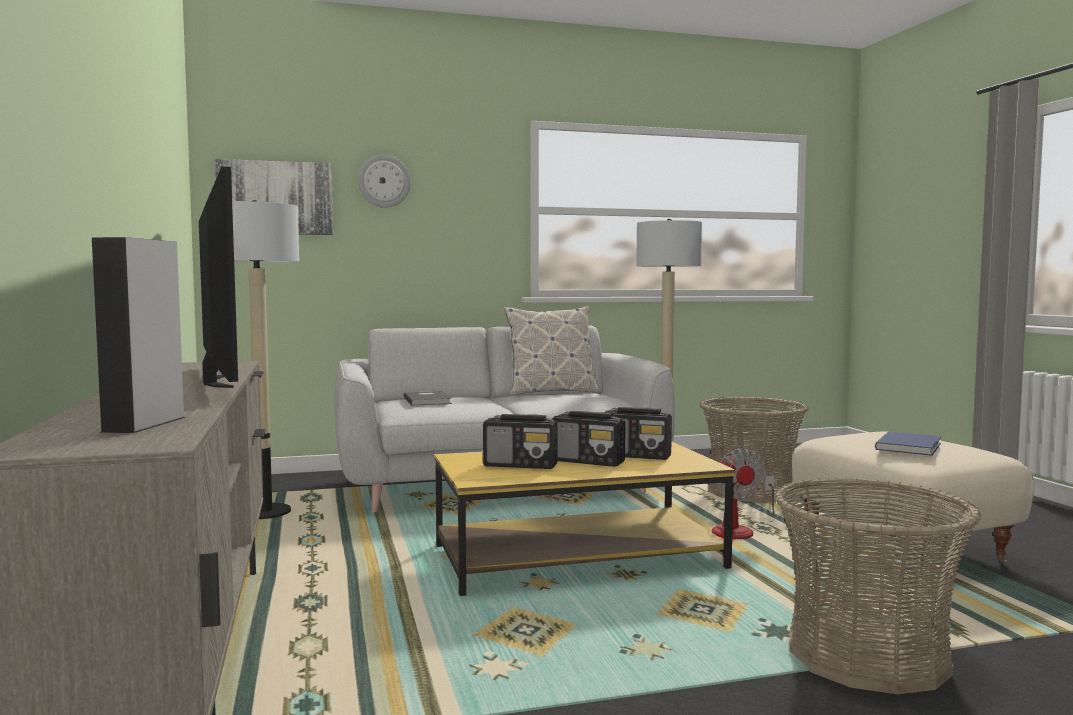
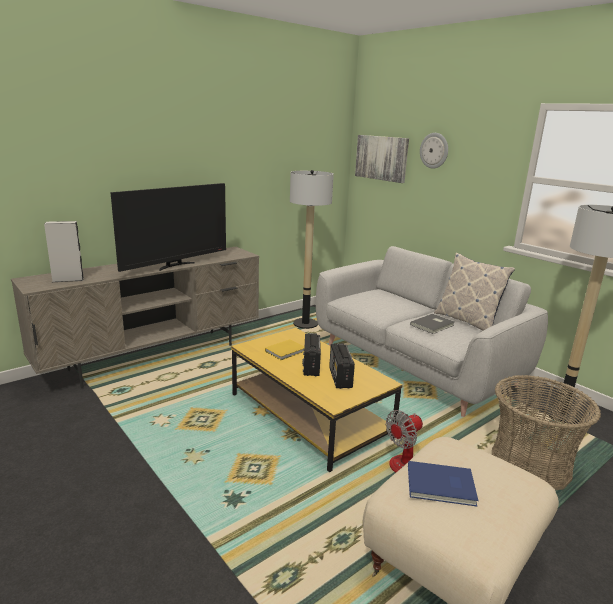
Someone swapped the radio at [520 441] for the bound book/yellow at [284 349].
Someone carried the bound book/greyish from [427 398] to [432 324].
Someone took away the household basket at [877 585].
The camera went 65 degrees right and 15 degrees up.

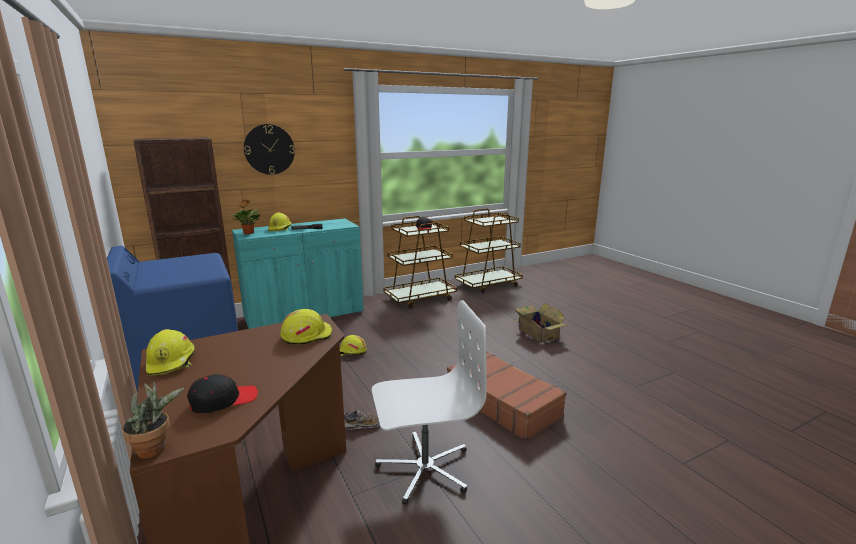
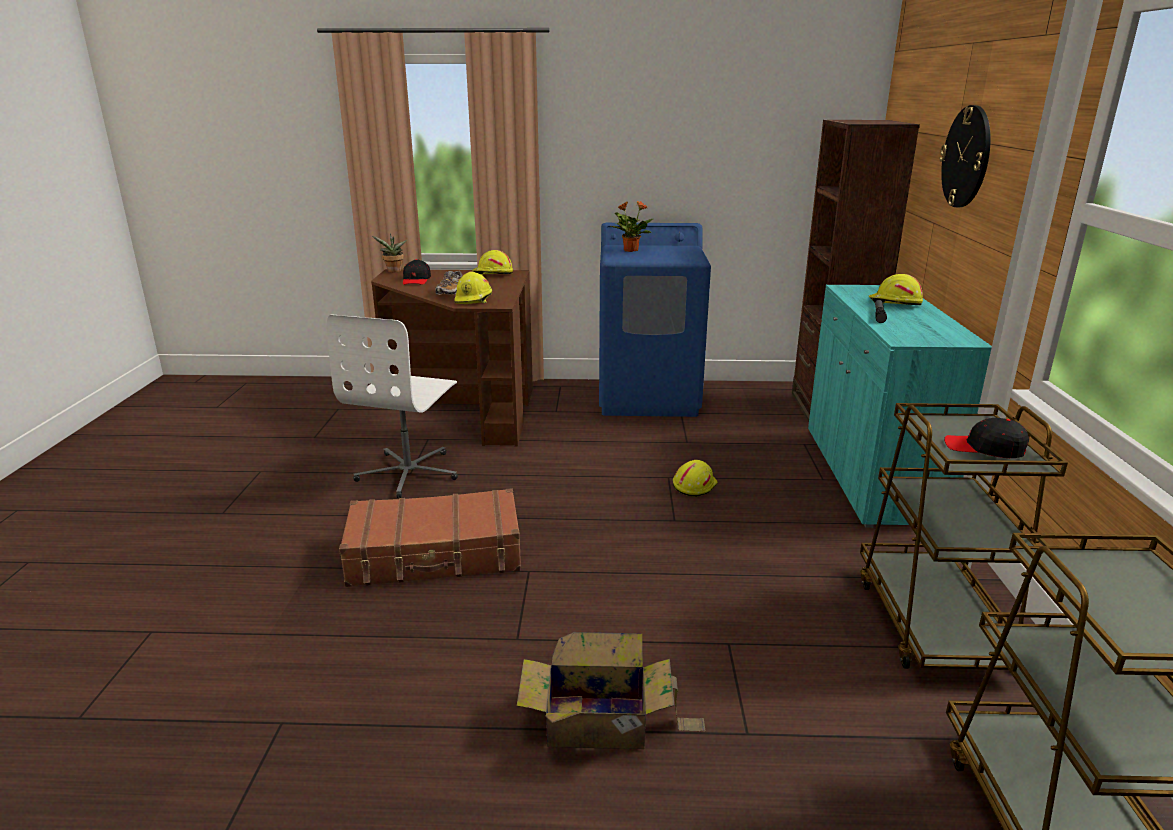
Someone carried the item of footwear from [361 420] to [449 283].
Someone carried the plant in a pot from [246 217] to [632 226].
The camera went 120 degrees right and 5 degrees up.

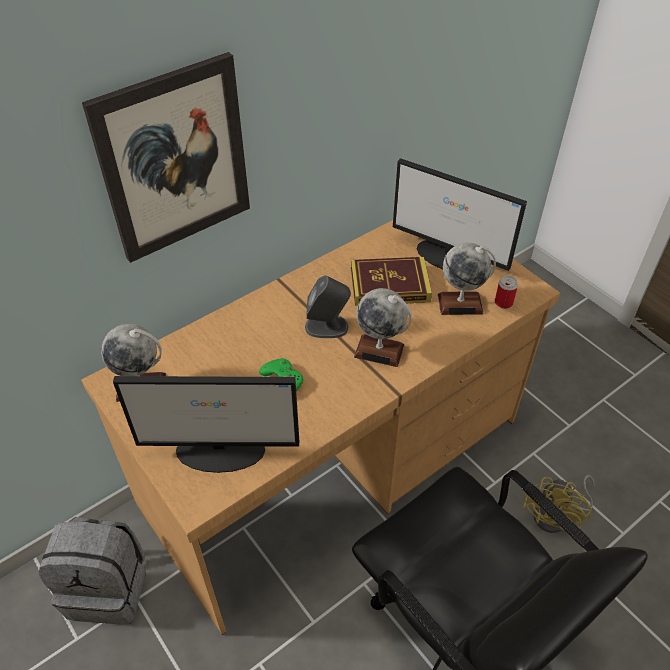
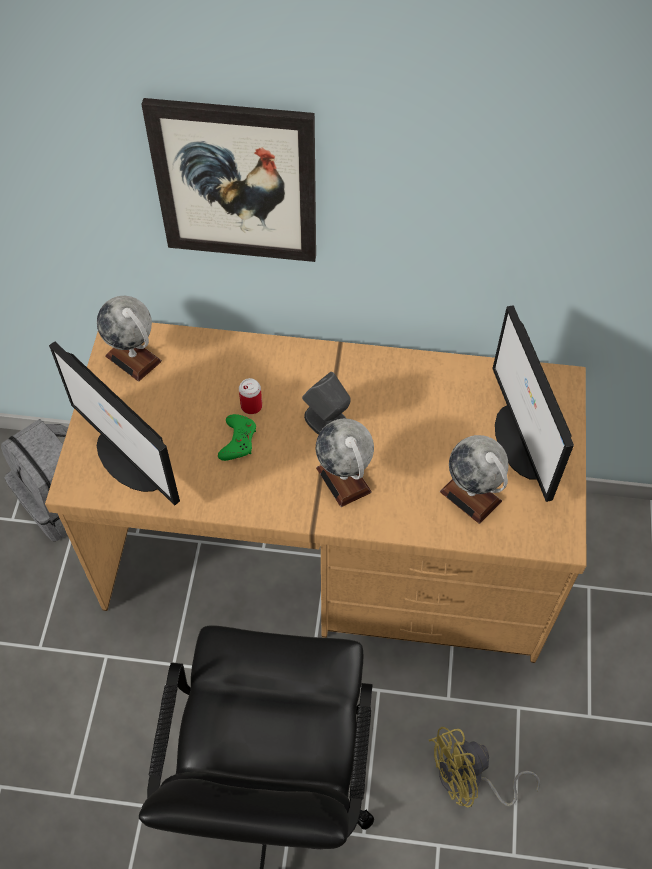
Someone carried the metal can from [506 292] to [250 396].
Someone took away the bound book at [391 281].
The camera went 45 degrees right and 10 degrees up.

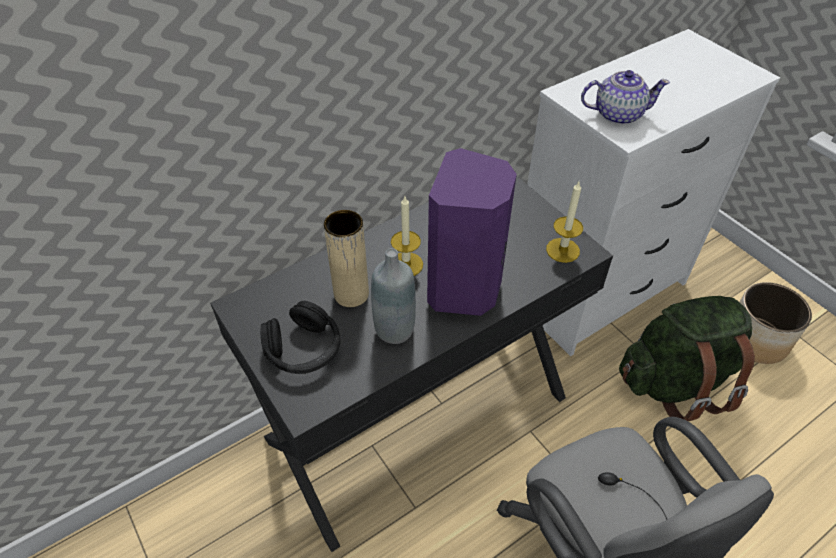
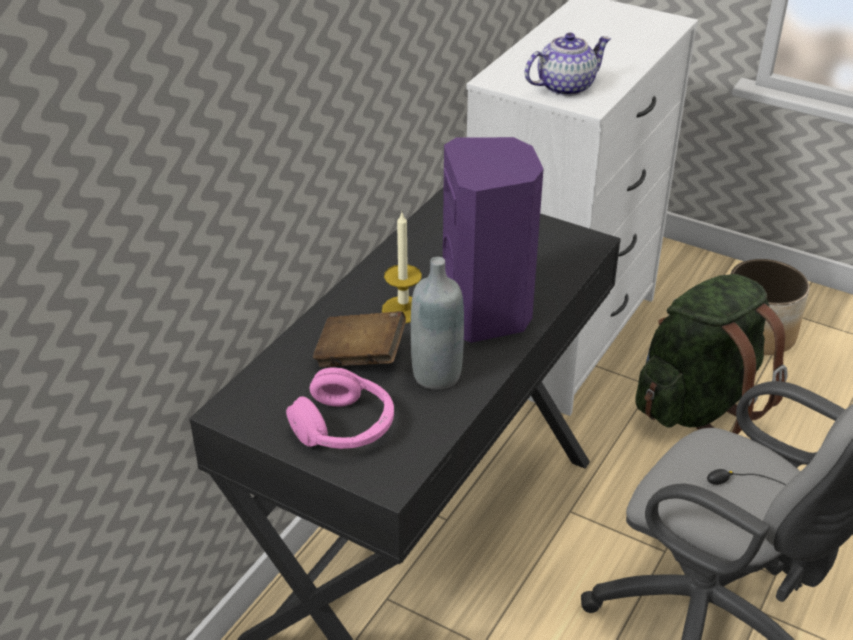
Someone repainted the headset/black at [300 337], which became the headset/pink-coloured at [340 408].
Someone swapped the flower vase/beige-coloured at [346 258] for the bound book/brown at [359 339].
Someone took away the wax candle at [564 222].
The camera went 25 degrees left and 10 degrees down.

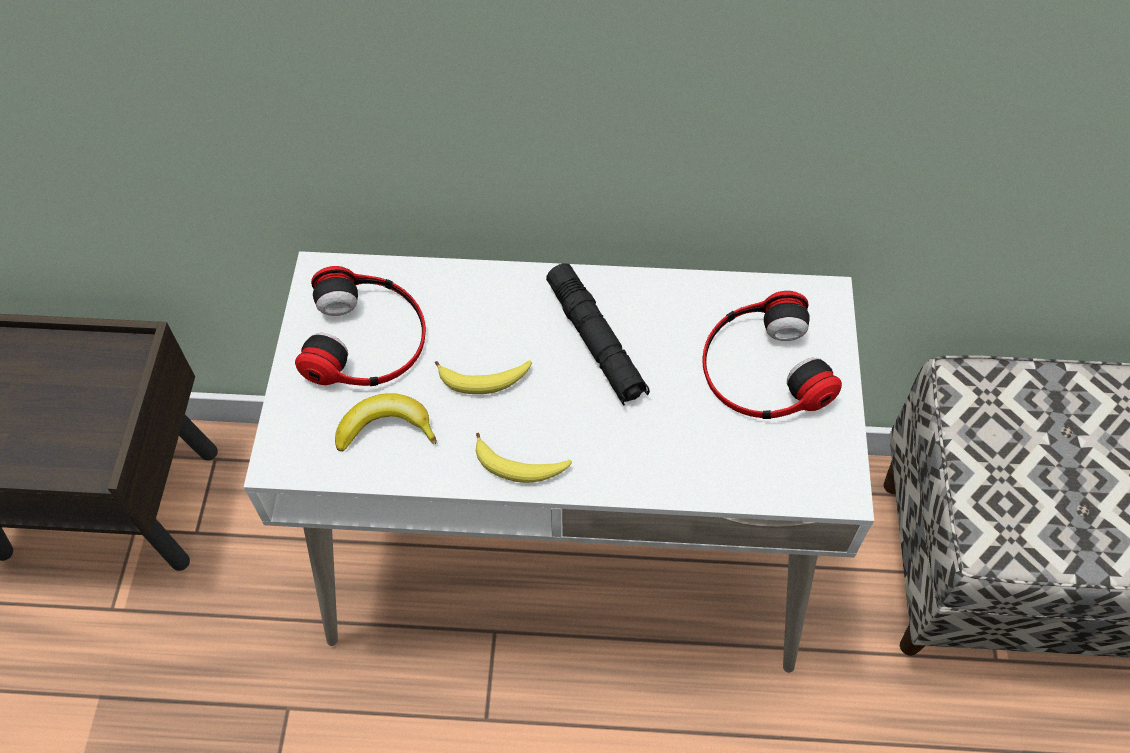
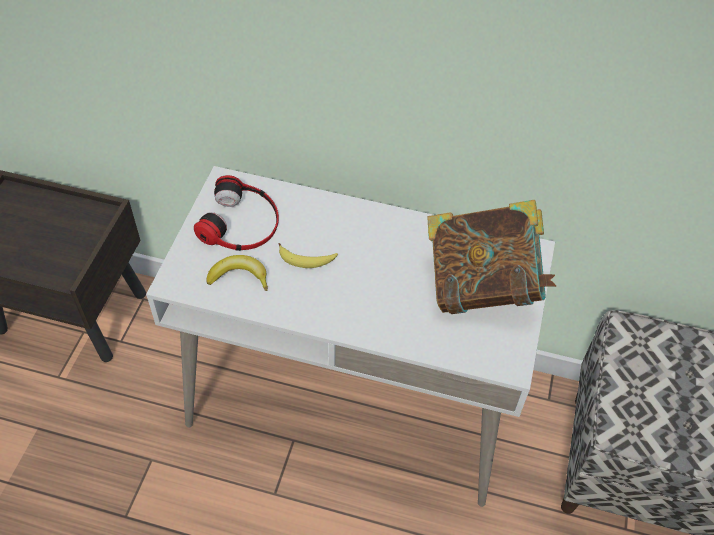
Someone swapped the headset at [772 355] for the bound book at [491 257].
Someone took away the banana fruit at [524 458].
Someone took away the flashlight/black at [598 334].
The camera went 10 degrees right and 5 degrees down.

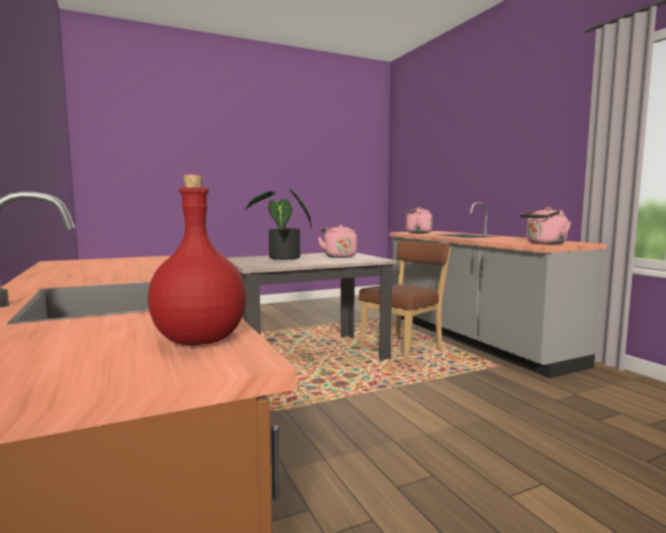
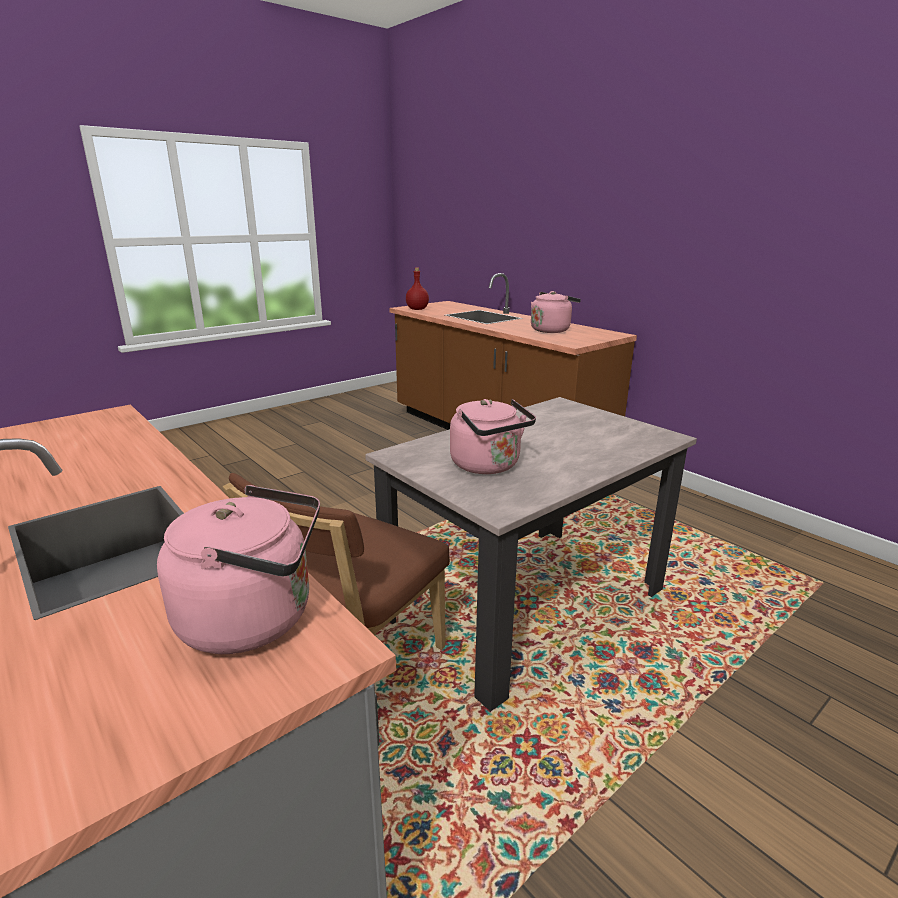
Someone carried the tea kettle/pink-coloured from [545 225] to [556 312].
Someone took away the plant in a pot at [278 224].
The camera went 165 degrees right and 15 degrees up.

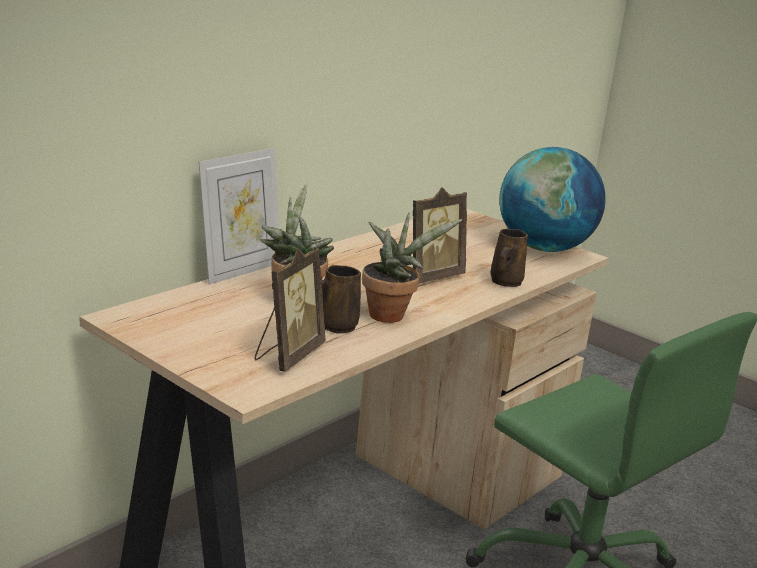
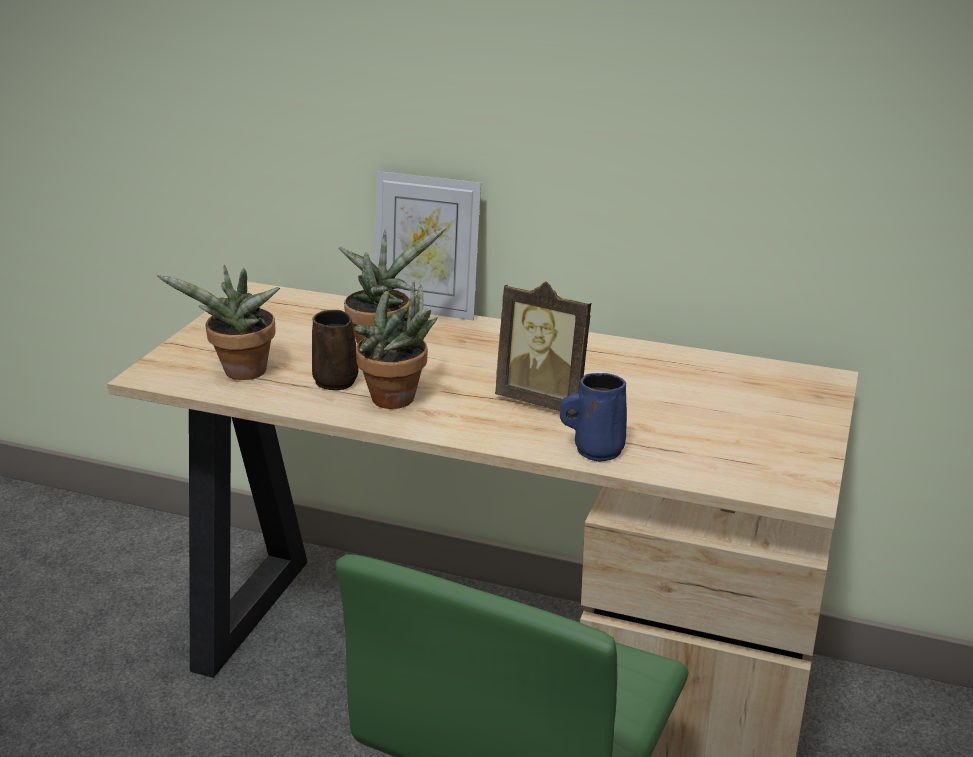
Someone swapped the standing frame at [289 309] for the plant in a pot at [218 322].
Someone repainted the coffee mug/brown at [509 258], which became the coffee mug/blue at [593 417].
Someone took away the desk globe at [552 199].
The camera went 70 degrees right and 5 degrees up.

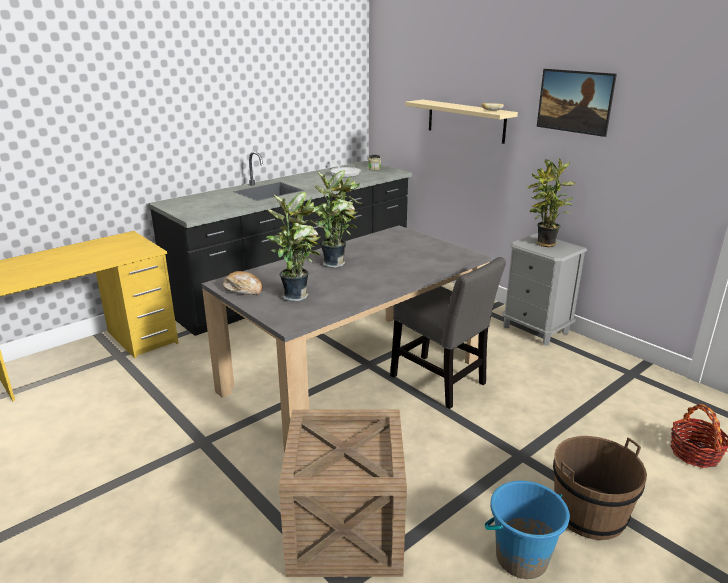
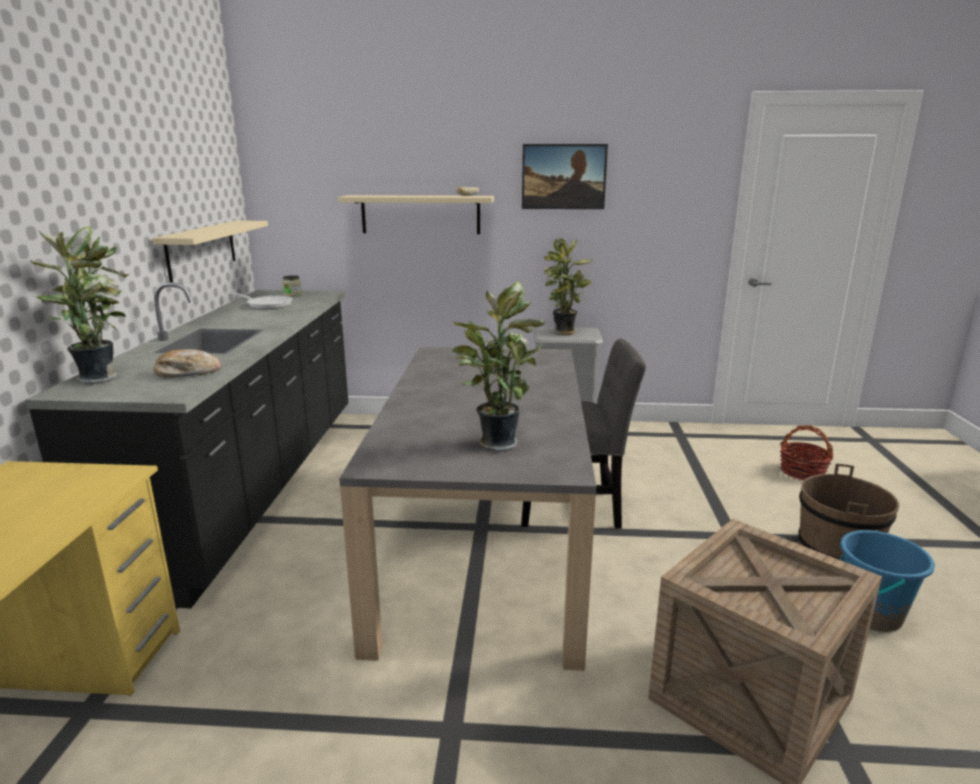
Someone carried the plant in a pot from [338 219] to [80 305].
Someone put up the shelf/beige-coloured at [210 251].
Someone carried the bakery bread from [243 283] to [187 363].
The camera went 45 degrees left and 5 degrees down.

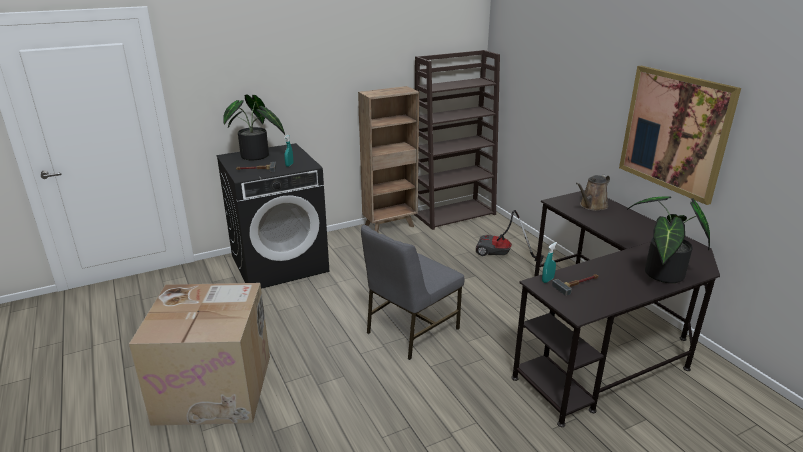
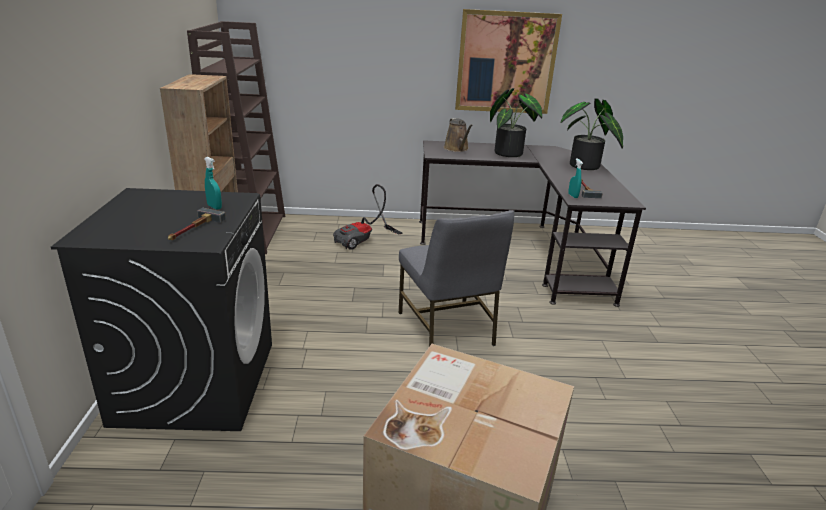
Someone carried the plant in a pot from [254 127] to [516 122].
The camera went 65 degrees left and 0 degrees up.

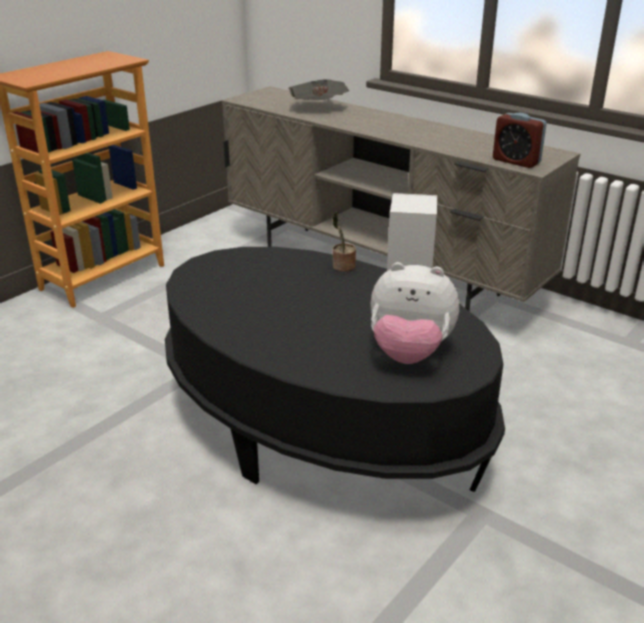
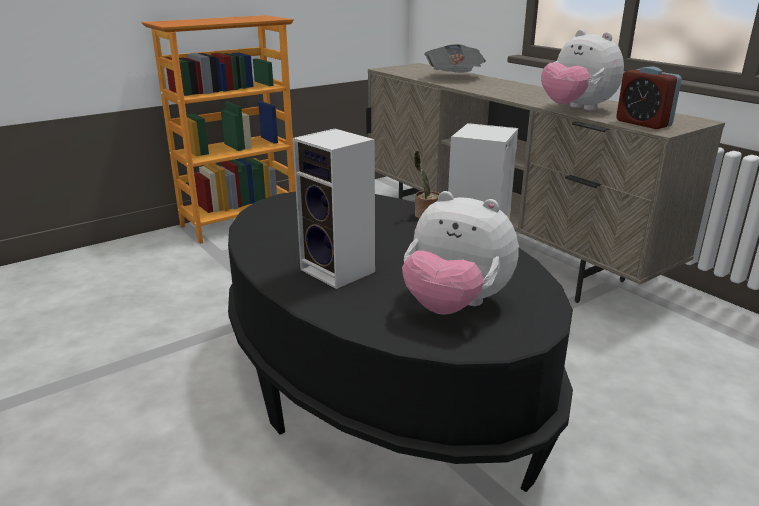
Someone put down the audio speaker at [334 208].
Someone put down the plush toy at [582 70].
The camera went 15 degrees right and 5 degrees down.

